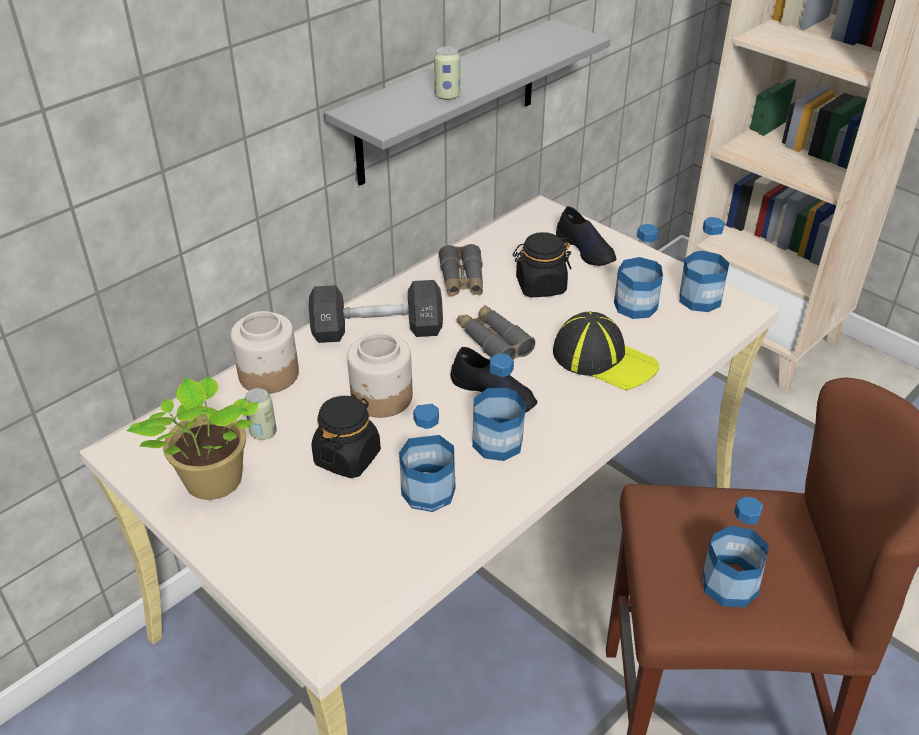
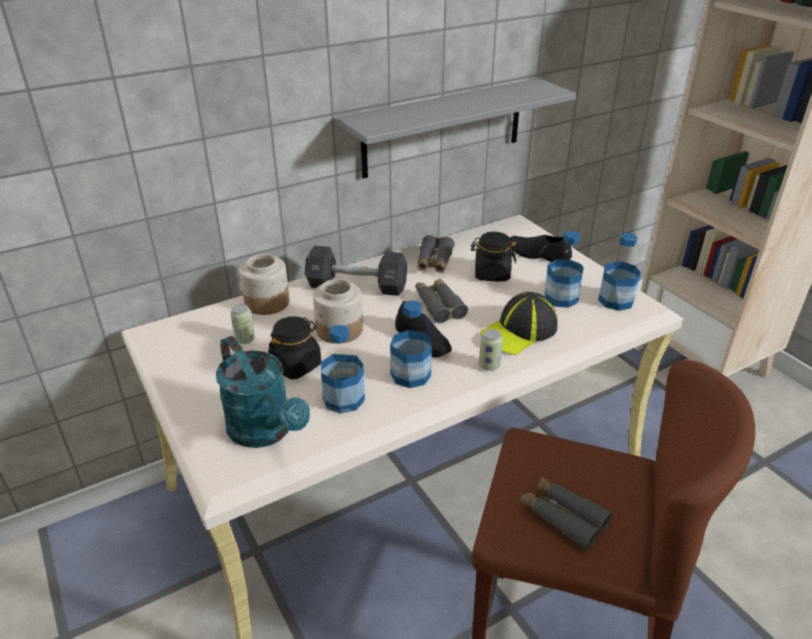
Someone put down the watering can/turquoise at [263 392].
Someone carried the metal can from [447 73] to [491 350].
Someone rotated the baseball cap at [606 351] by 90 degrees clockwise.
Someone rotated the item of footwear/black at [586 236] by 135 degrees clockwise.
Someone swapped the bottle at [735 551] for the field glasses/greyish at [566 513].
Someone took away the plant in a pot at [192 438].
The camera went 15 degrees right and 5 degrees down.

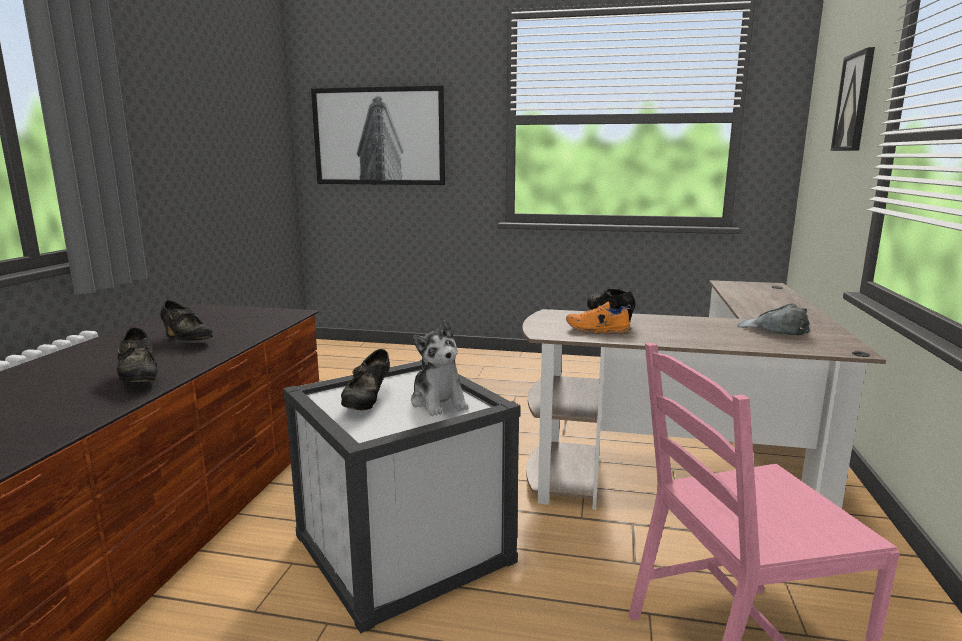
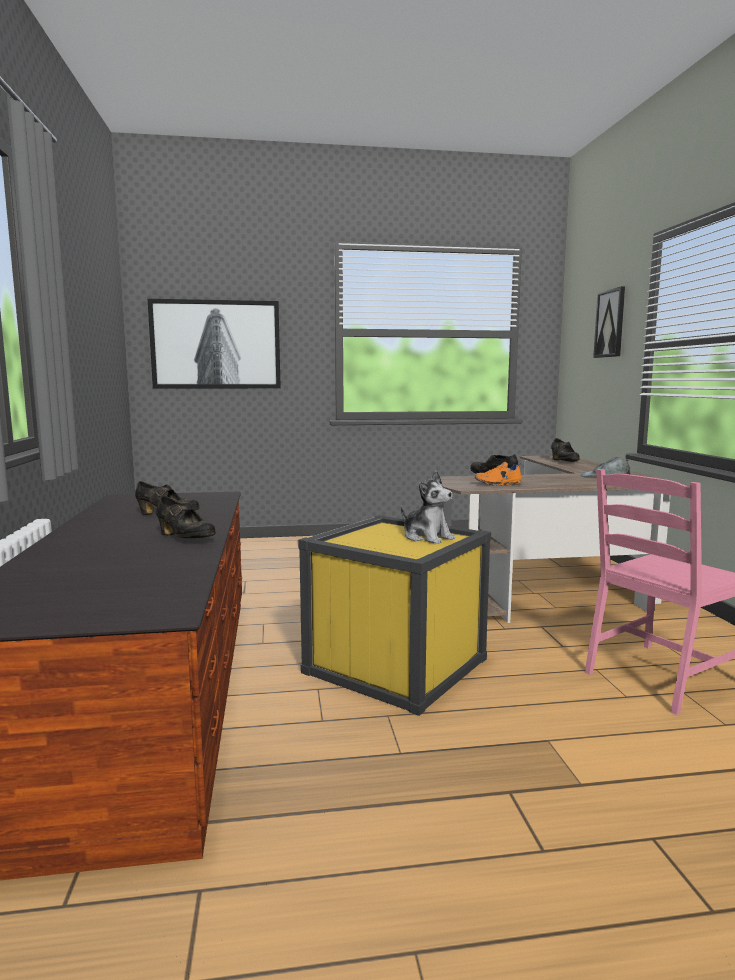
Someone repainted the storage bin/whitish at [402 496], which became the storage bin/yellow at [394 615].
Someone carried the item of footwear/black from [365 379] to [565 450].
The camera went 20 degrees left and 5 degrees down.

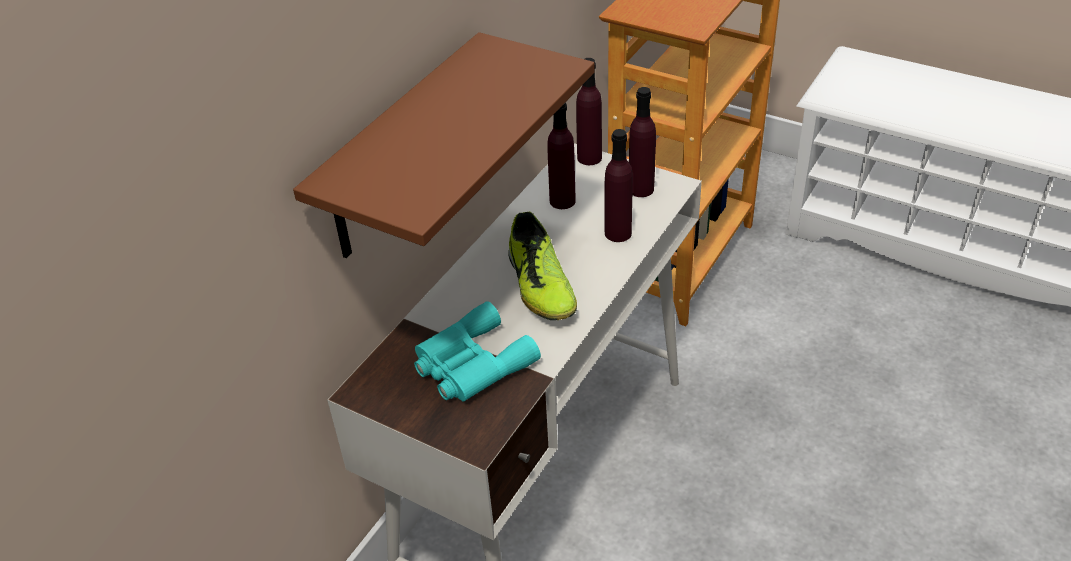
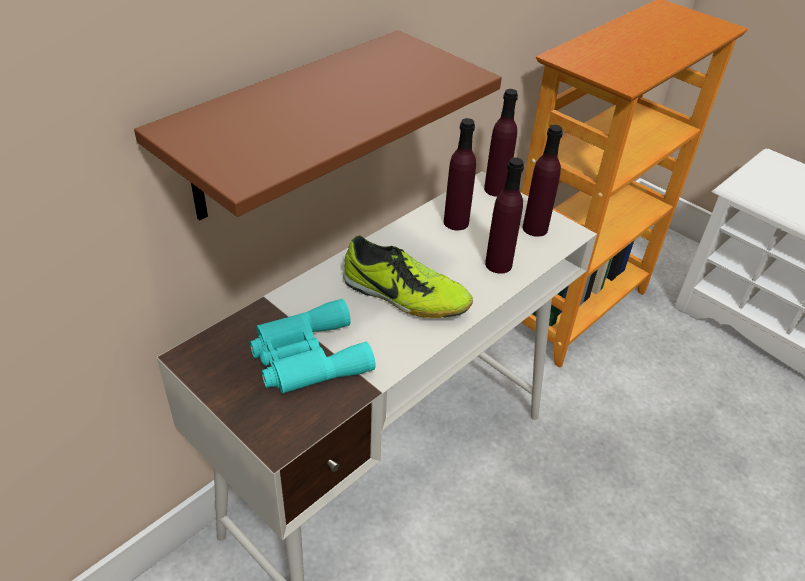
Someone rotated the item of footwear at [542 265] by 60 degrees counterclockwise.
The camera went 10 degrees right and 0 degrees up.

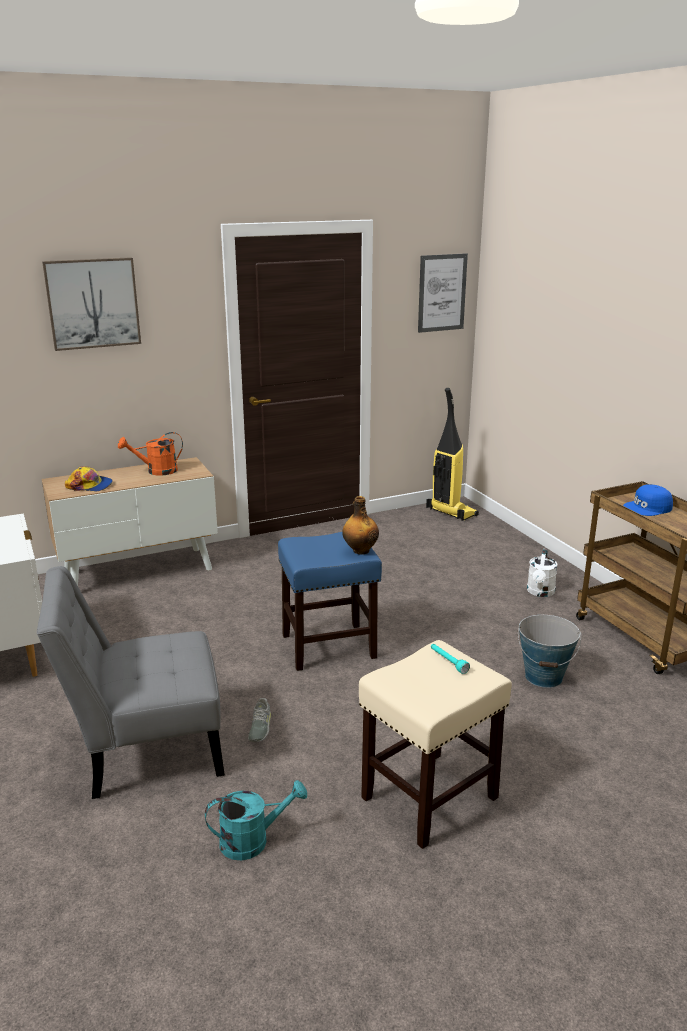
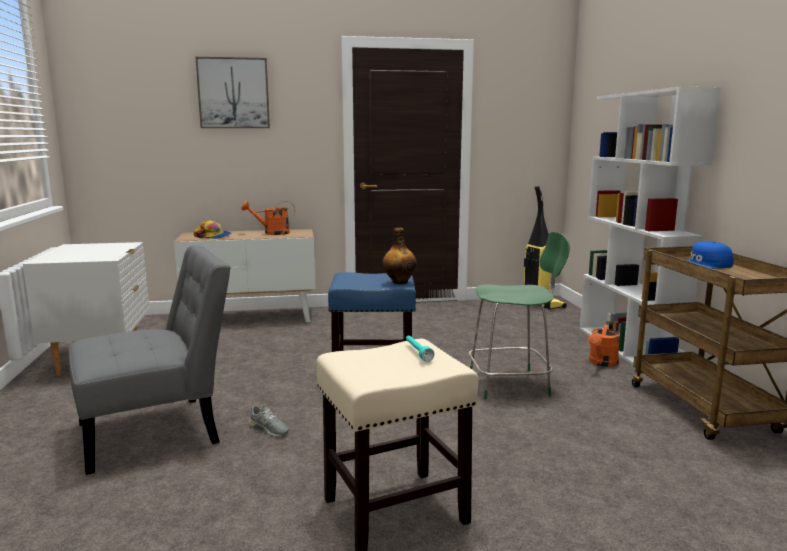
Someone rotated the plain chair/greyish at [131 682] by 150 degrees clockwise.
Someone rotated the item of footwear/greyish at [259 720] by 75 degrees counterclockwise.
Someone put down the sitting stool/green-coloured at [519 315].
Someone put down the bookshelf/whitish at [650 226].
Someone repainted the watering can/whitish at [542 573], which became the watering can/orangey at [604 344].
Someone took away the watering can/turquoise at [256 820].
Someone took away the wall art at [443 293].
Someone took away the water bucket at [549 651].
The camera went 15 degrees right and 10 degrees down.

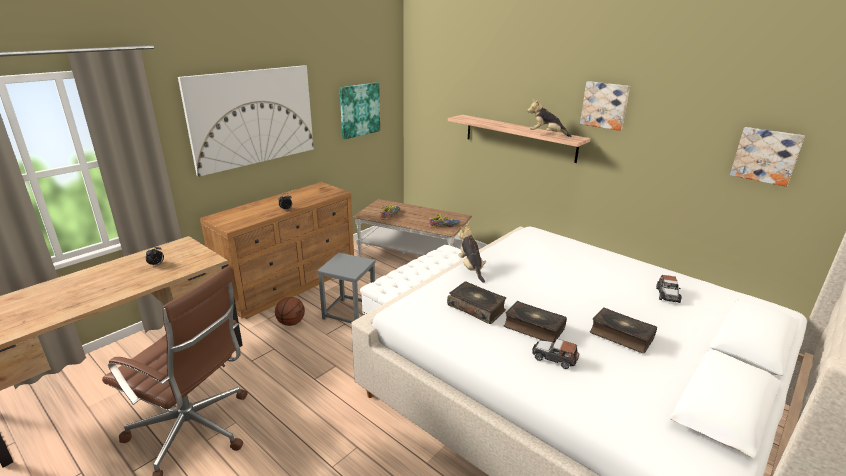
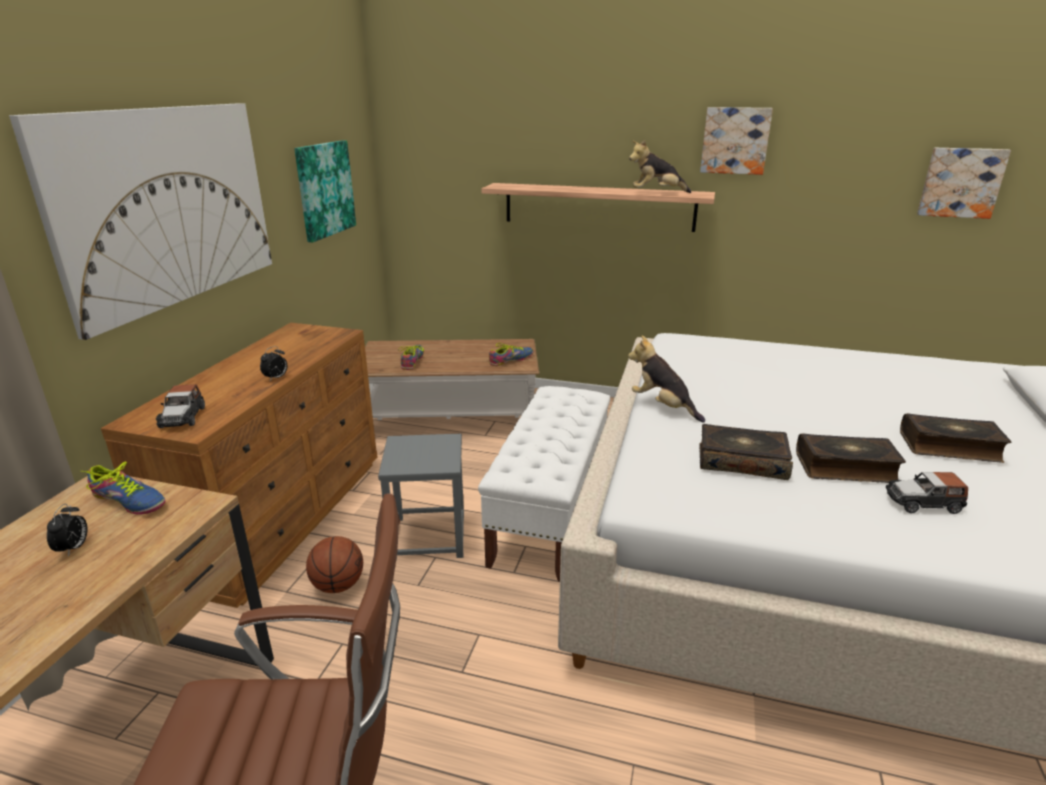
Someone put down the item of footwear at [123 488].
Someone carried the model car from [669 289] to [180 406].
The camera went 25 degrees left and 0 degrees up.

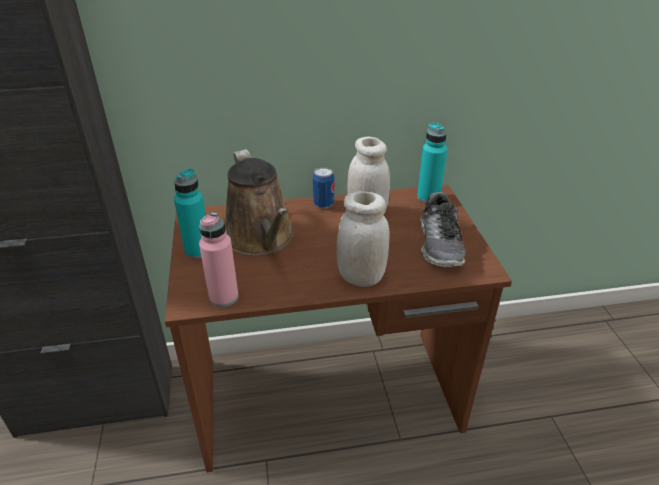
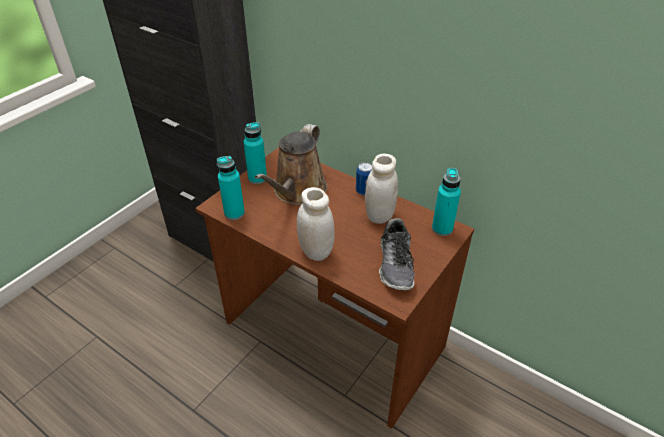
Someone repainted the bottle/pink-coloured at [219 259], which became the bottle/turquoise at [231 188].
Someone rotated the item of footwear at [442 229] by 45 degrees counterclockwise.
The camera went 45 degrees right and 5 degrees up.

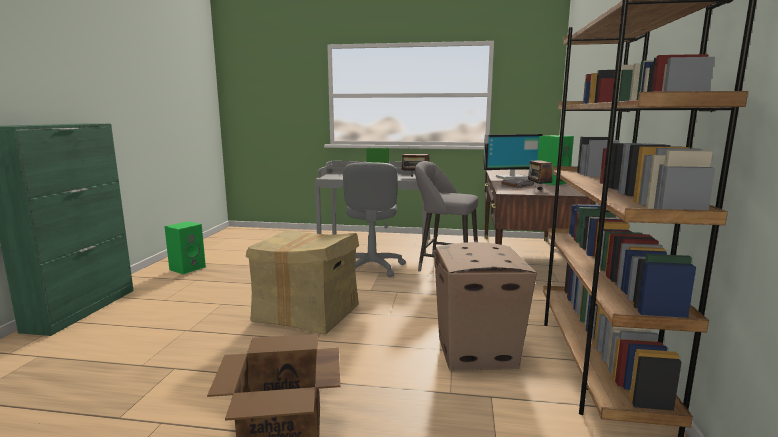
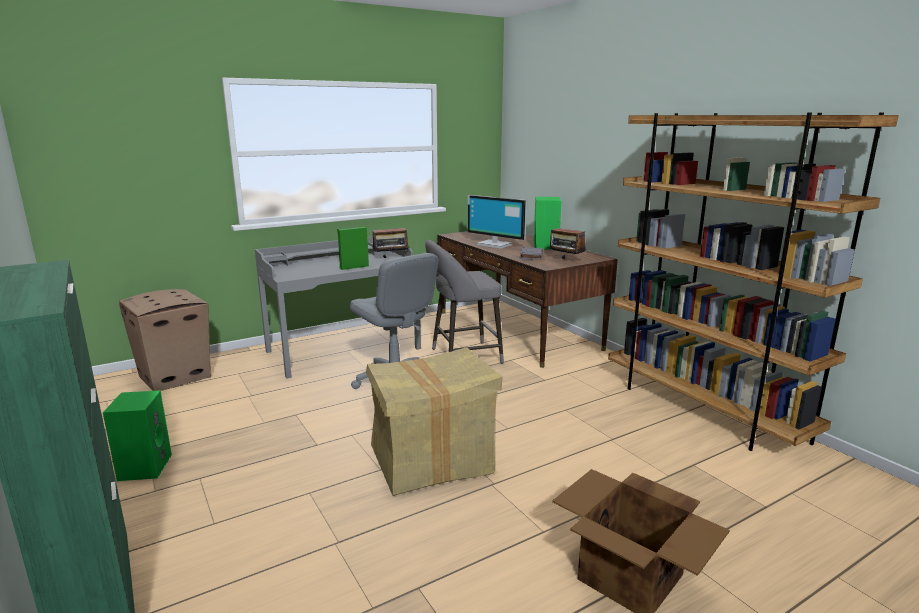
Someone carried the cardboard box from [485 306] to [165 340].
Someone rotated the computer display at [513 157] by 90 degrees clockwise.
The camera went 40 degrees left and 5 degrees up.

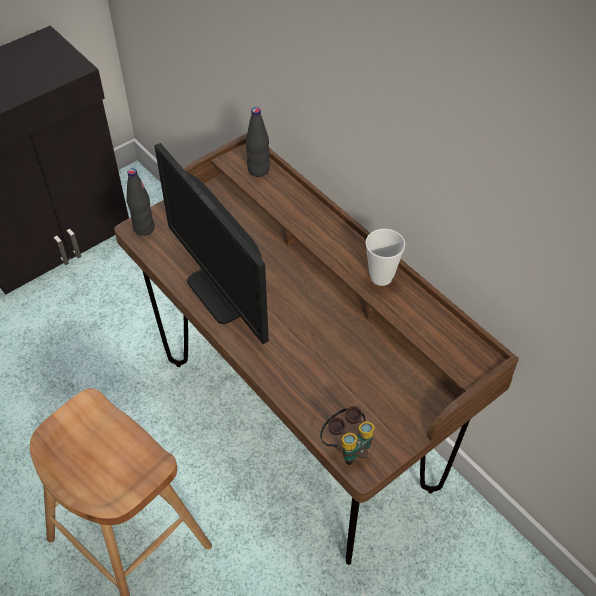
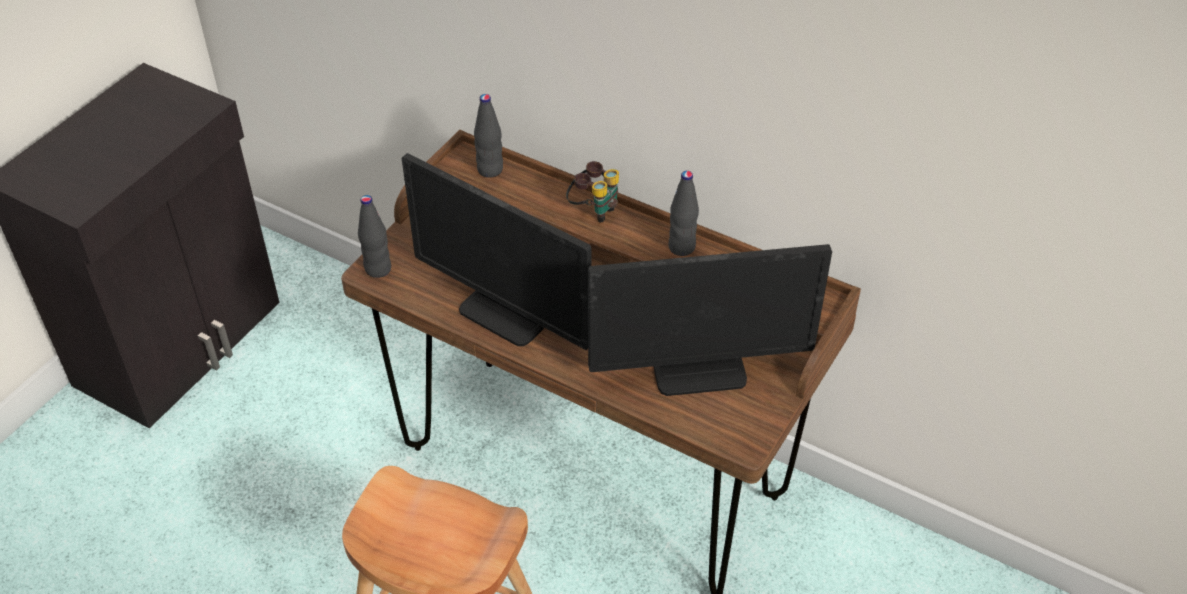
Someone carried the field glasses from [347 435] to [592 192].
Someone put down the computer display at [710 320].
Someone swapped the small cup at [385 257] for the bottle/black at [683 213].
The camera went 20 degrees left and 5 degrees down.

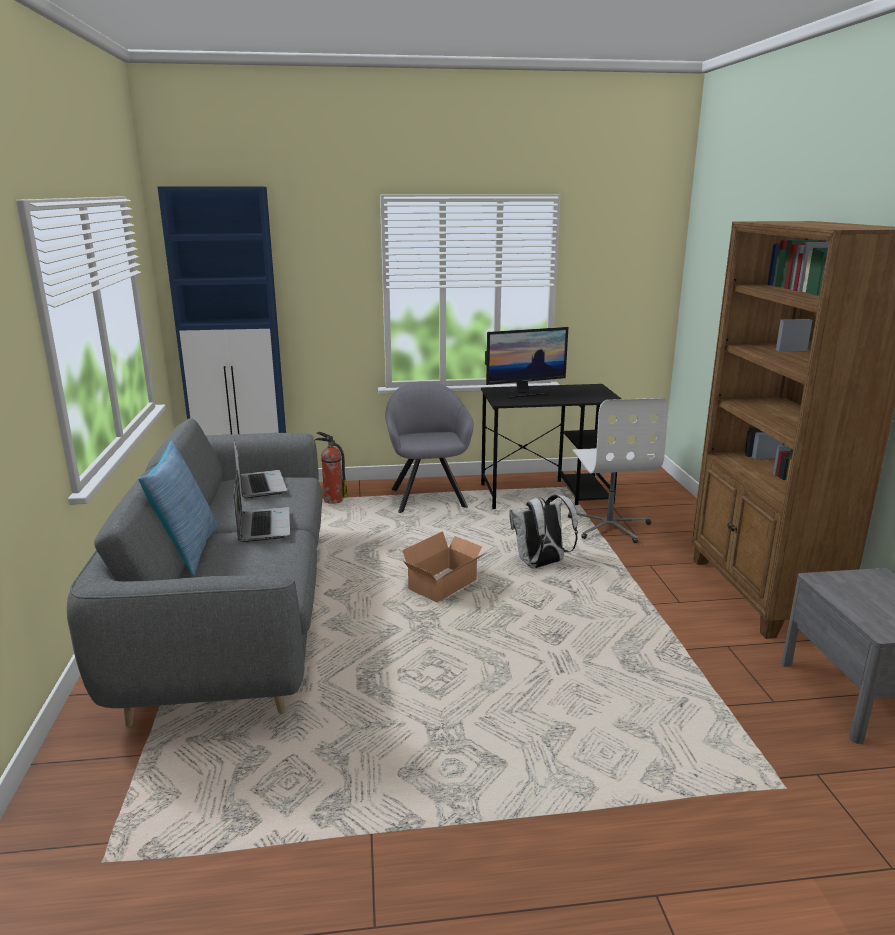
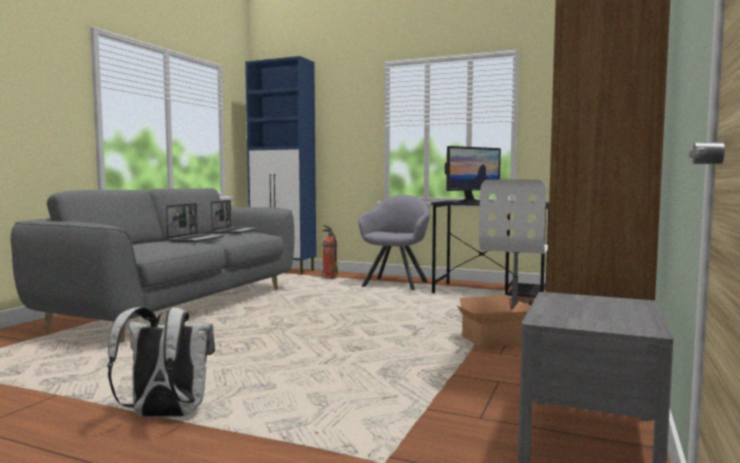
Someone carried the knapsack/whitish from [543 531] to [161 362].
Someone rotated the computer display at [526 362] by 45 degrees counterclockwise.
Someone carried the cardboard box from [444 566] to [494 321].
Someone took away the throw pillow at [178 508].
The camera went 30 degrees right and 15 degrees down.

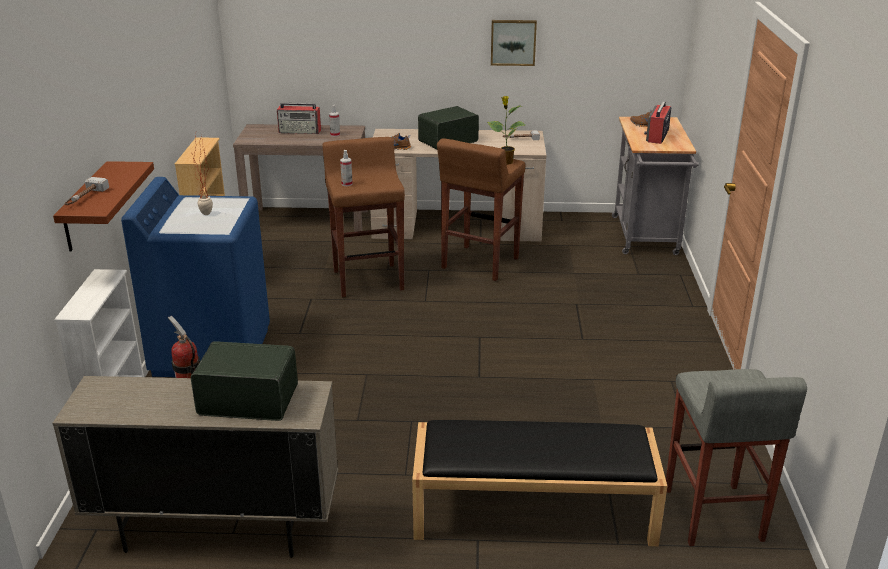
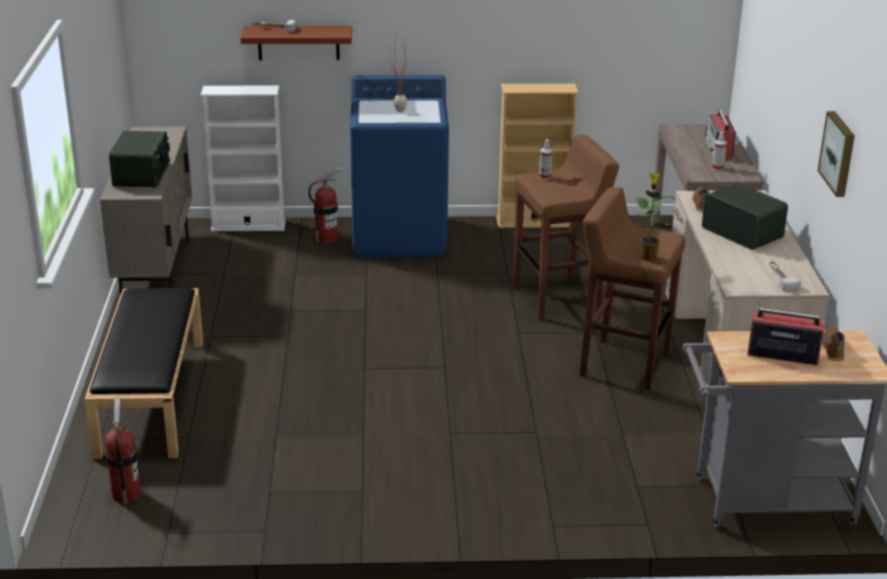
Someone swapped the sitting stool/greyish at [736 457] for the extinguisher at [123 451].
The camera went 85 degrees right and 0 degrees up.

